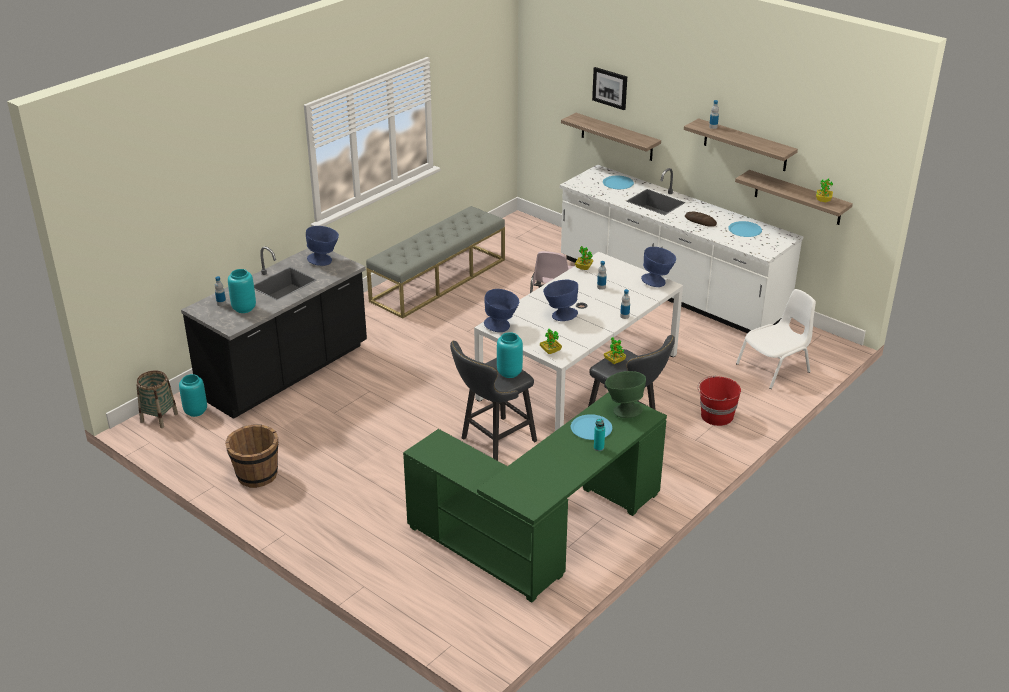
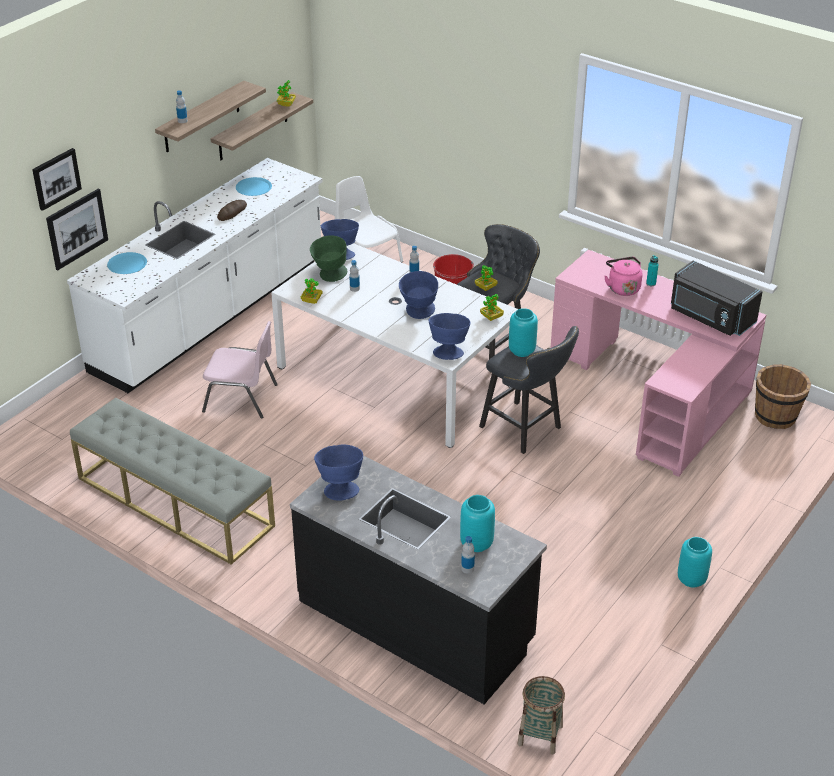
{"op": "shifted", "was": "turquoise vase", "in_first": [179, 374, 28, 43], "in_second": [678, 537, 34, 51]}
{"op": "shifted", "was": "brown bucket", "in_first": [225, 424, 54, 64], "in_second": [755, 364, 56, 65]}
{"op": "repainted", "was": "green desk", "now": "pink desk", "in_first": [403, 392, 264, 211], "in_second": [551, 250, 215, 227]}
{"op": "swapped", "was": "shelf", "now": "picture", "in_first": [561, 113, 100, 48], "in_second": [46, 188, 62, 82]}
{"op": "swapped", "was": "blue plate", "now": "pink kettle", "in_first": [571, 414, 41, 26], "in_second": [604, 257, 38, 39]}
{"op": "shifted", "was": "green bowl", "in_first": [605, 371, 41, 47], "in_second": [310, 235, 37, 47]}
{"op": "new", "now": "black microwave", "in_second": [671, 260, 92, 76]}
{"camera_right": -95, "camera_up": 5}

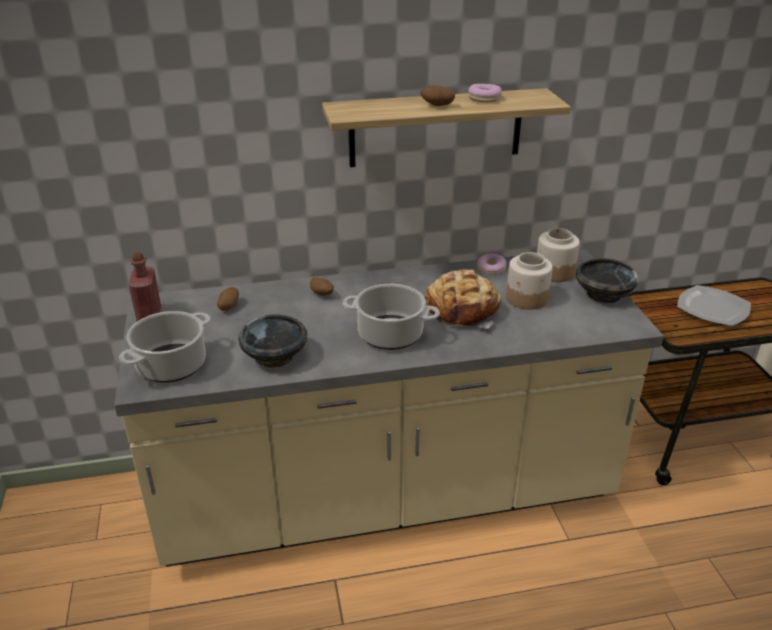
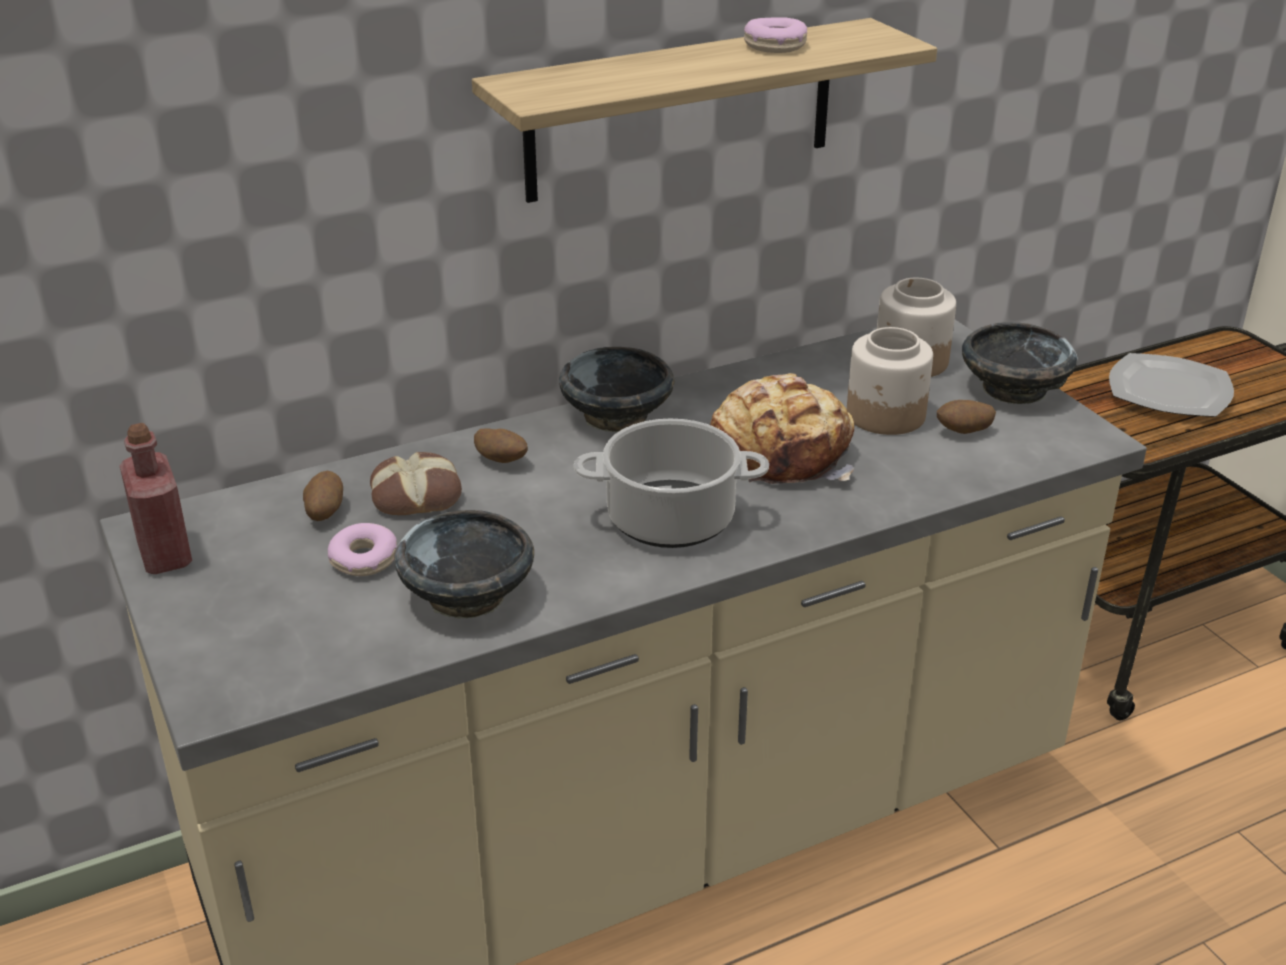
{"op": "gone", "was": "cooking pot", "in_first": [119, 311, 92, 72]}
{"op": "shifted", "was": "potato", "in_first": [421, 85, 34, 21], "in_second": [937, 400, 59, 34]}
{"op": "shifted", "was": "donut", "in_first": [477, 254, 30, 21], "in_second": [328, 523, 69, 53]}
{"op": "new", "now": "bread", "in_second": [370, 452, 92, 63]}
{"op": "new", "now": "black bowl", "in_second": [559, 347, 116, 85]}
{"camera_right": -15, "camera_up": 0}

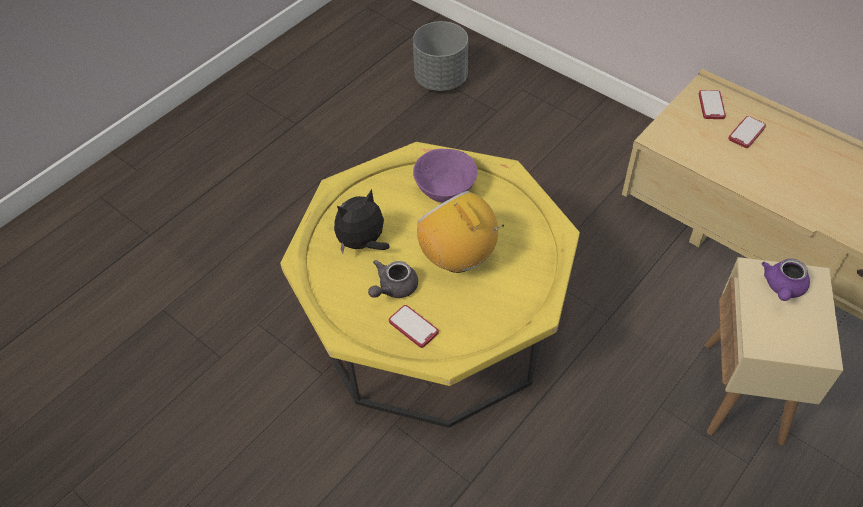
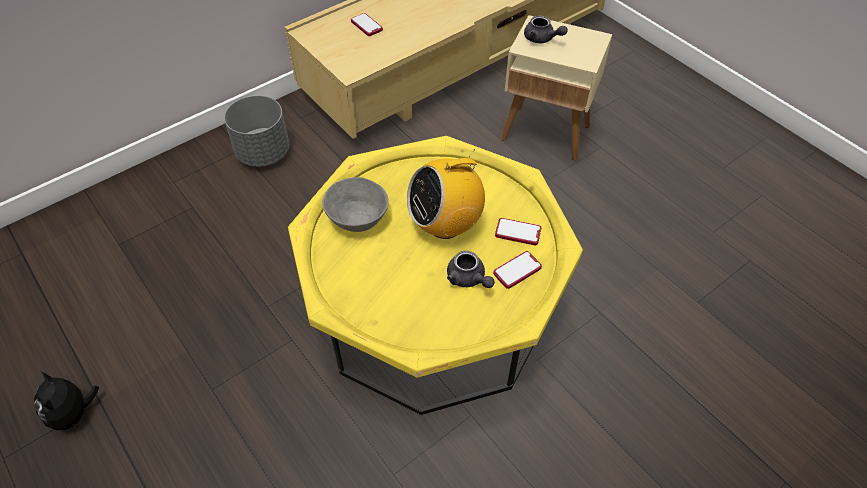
{"op": "shifted", "was": "plush toy", "in_first": [334, 189, 56, 64], "in_second": [34, 372, 65, 59]}
{"op": "shifted", "was": "grey planter", "in_first": [413, 21, 55, 70], "in_second": [224, 95, 65, 72]}
{"op": "repainted", "was": "purple bowl", "now": "grey bowl", "in_first": [413, 149, 65, 54], "in_second": [322, 177, 67, 55]}
{"op": "shifted", "was": "phone", "in_first": [699, 90, 27, 29], "in_second": [495, 218, 46, 28]}
{"op": "repainted", "was": "purple teapot", "now": "grey teapot", "in_first": [762, 258, 48, 43], "in_second": [524, 15, 44, 28]}
{"camera_right": -80, "camera_up": 0}

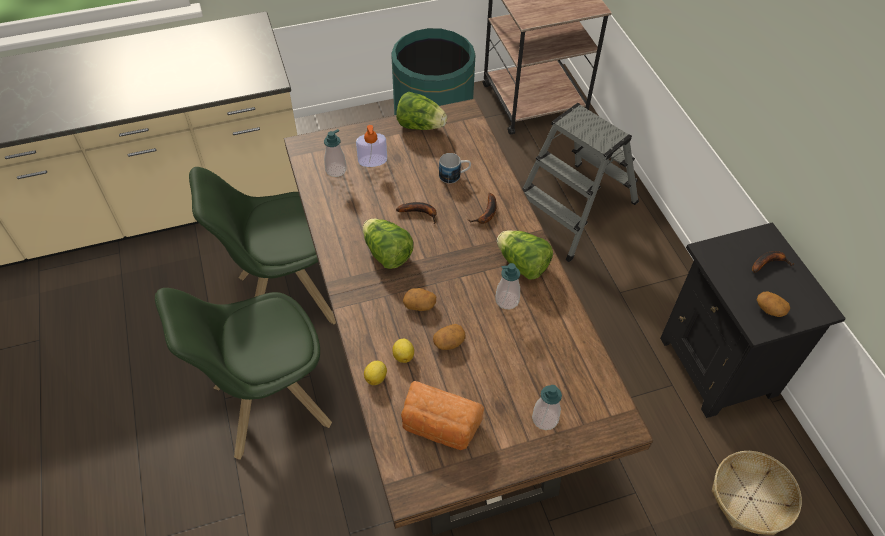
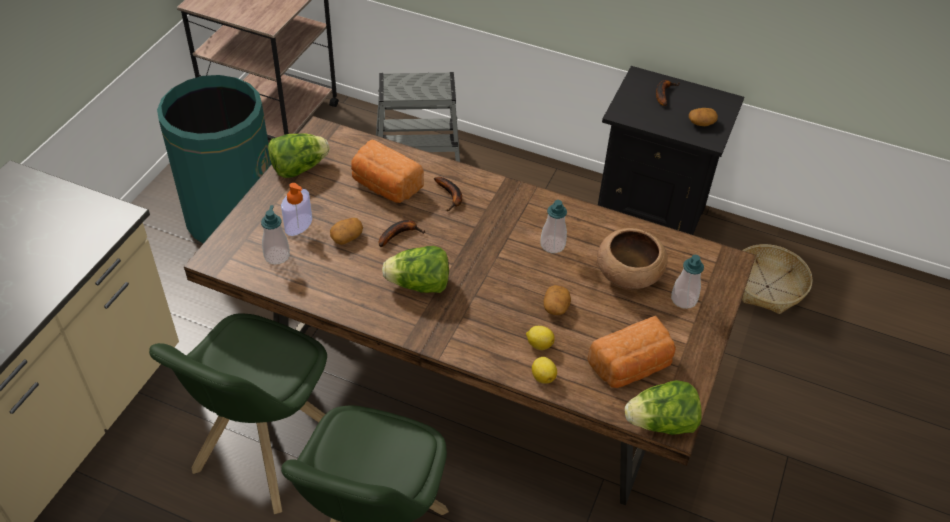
{"op": "shifted", "was": "potato", "in_first": [403, 288, 34, 23], "in_second": [330, 218, 33, 27]}
{"op": "swapped", "was": "mug", "now": "bread", "in_first": [439, 153, 32, 31], "in_second": [351, 139, 73, 64]}
{"op": "shifted", "was": "lettuce", "in_first": [497, 230, 56, 50], "in_second": [625, 380, 77, 55]}
{"op": "new", "now": "brown bowl", "in_second": [597, 228, 71, 62]}
{"camera_right": -50, "camera_up": -5}

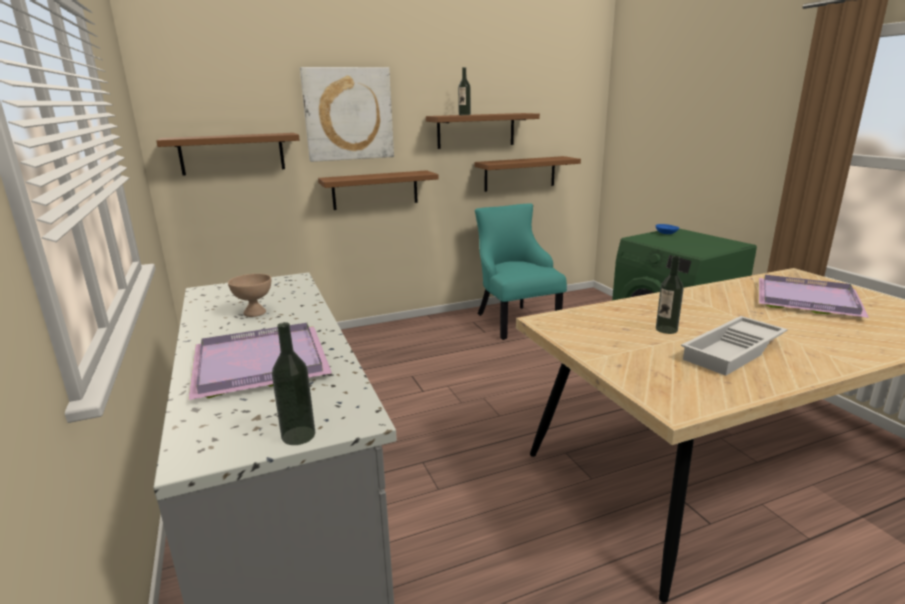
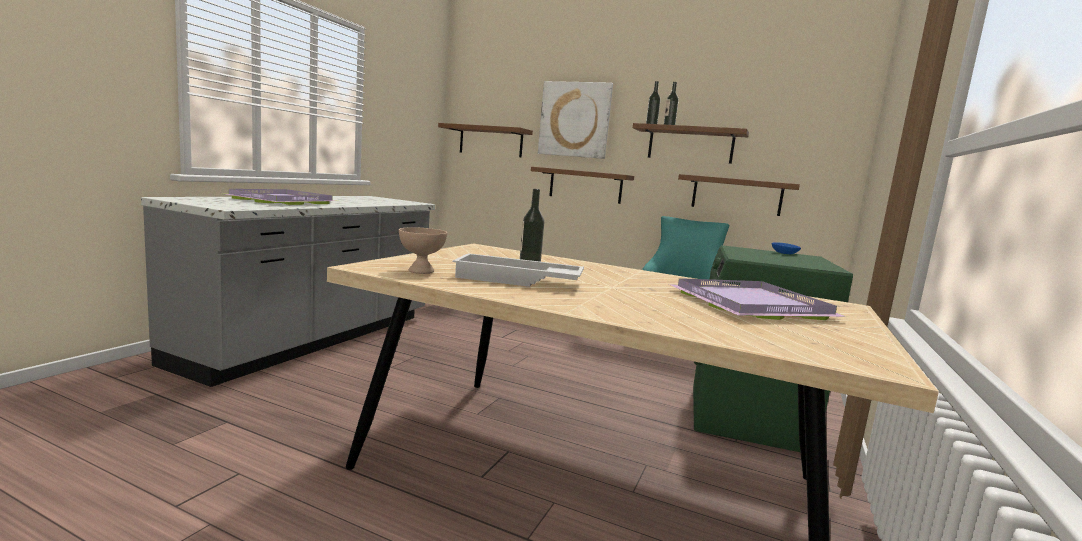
{"op": "shifted", "was": "beige bowl", "in_first": [228, 274, 43, 43], "in_second": [399, 227, 48, 47]}
{"op": "shifted", "was": "bottle", "in_first": [272, 322, 43, 123], "in_second": [646, 81, 15, 43]}
{"camera_right": 45, "camera_up": -10}

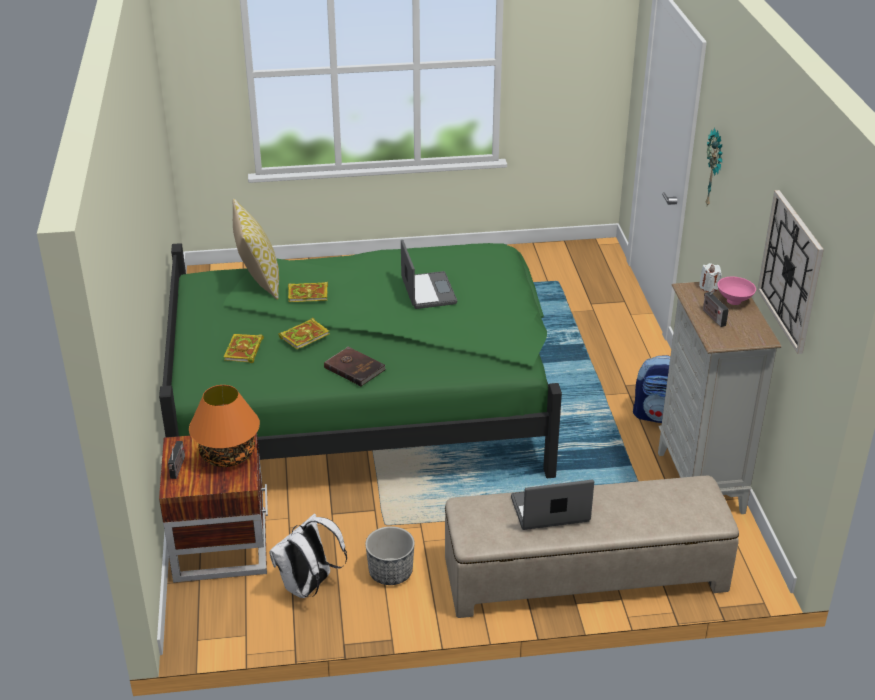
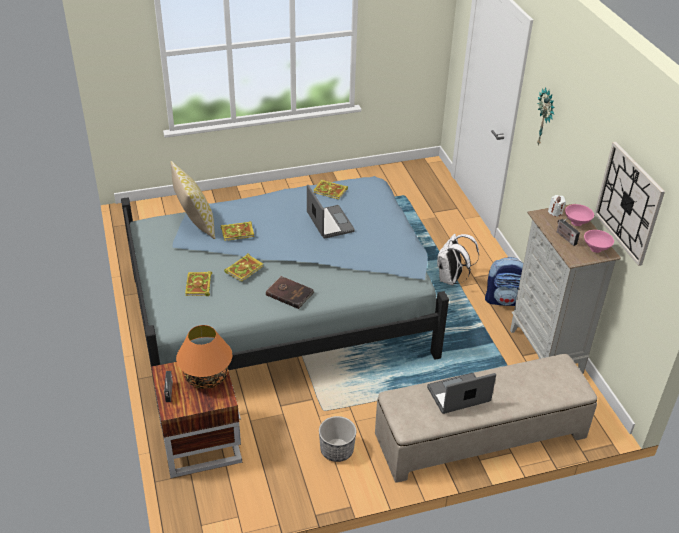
{"op": "repainted", "was": "green bed", "now": "blue bed", "in_first": [159, 243, 403, 235], "in_second": [121, 176, 328, 236]}
{"op": "shifted", "was": "white backpack", "in_first": [269, 513, 78, 85], "in_second": [437, 234, 42, 51]}
{"op": "new", "now": "book", "in_second": [314, 179, 34, 20]}
{"op": "new", "now": "pink bowl", "in_second": [584, 230, 30, 23]}
{"camera_right": -10, "camera_up": 5}

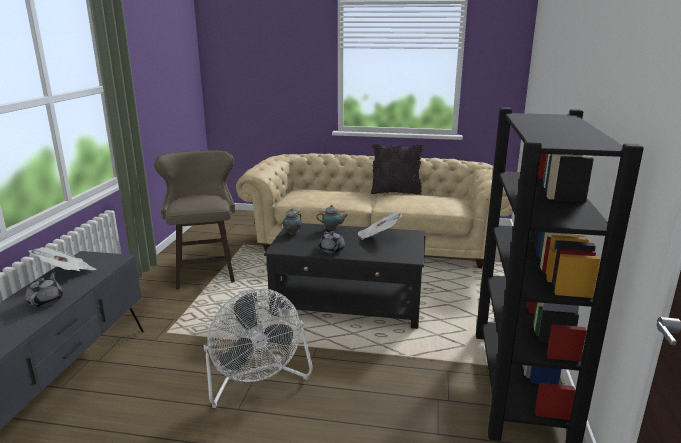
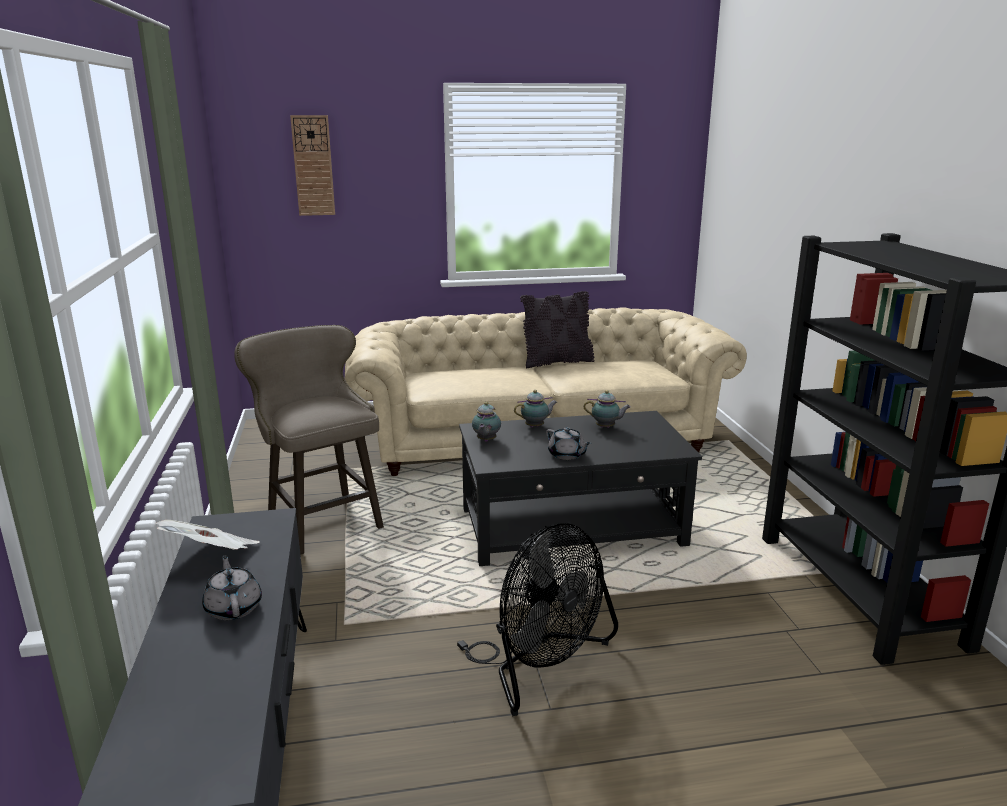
{"op": "repainted", "was": "white fan", "now": "black fan", "in_first": [204, 289, 109, 119], "in_second": [457, 523, 161, 193]}
{"op": "swapped", "was": "newspaper", "now": "teapot", "in_first": [358, 213, 44, 27], "in_second": [584, 390, 47, 38]}
{"op": "new", "now": "wall clock", "in_second": [290, 115, 45, 101]}
{"camera_right": -20, "camera_up": 0}

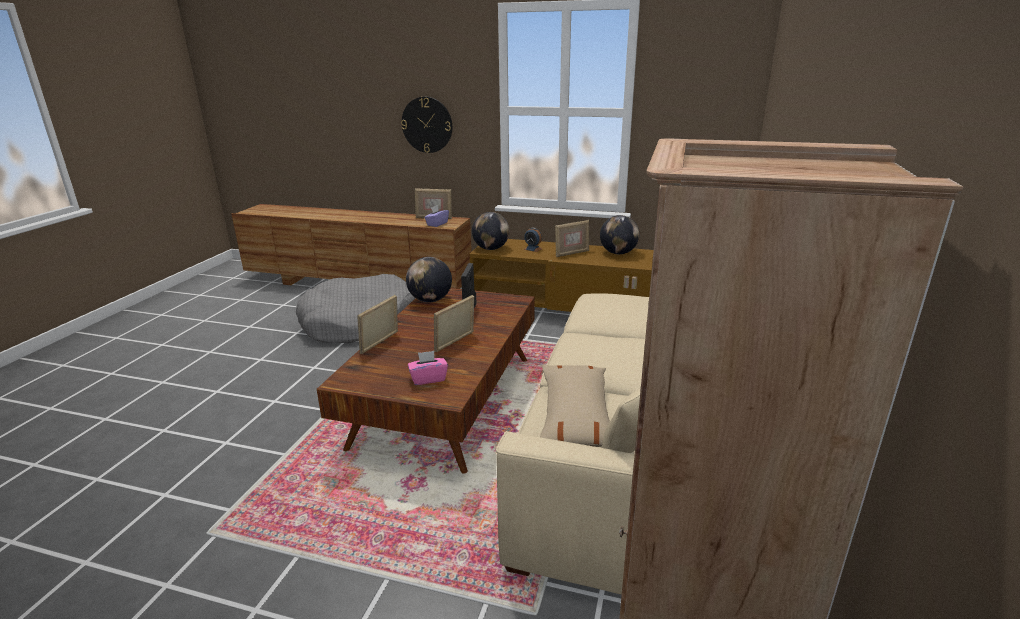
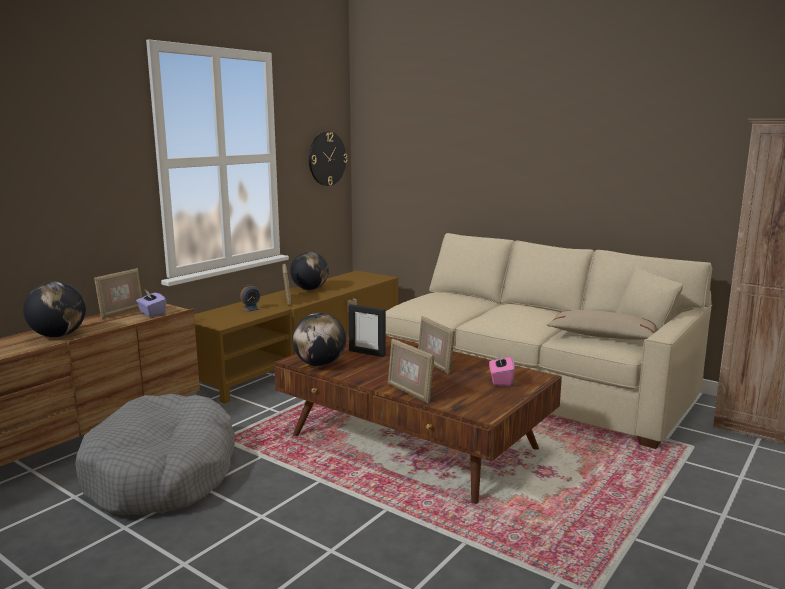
{"op": "shifted", "was": "wall clock", "in_first": [401, 97, 51, 56], "in_second": [309, 132, 38, 54]}
{"op": "shifted", "was": "globe", "in_first": [472, 212, 38, 38], "in_second": [23, 281, 63, 56]}
{"camera_right": -70, "camera_up": -10}

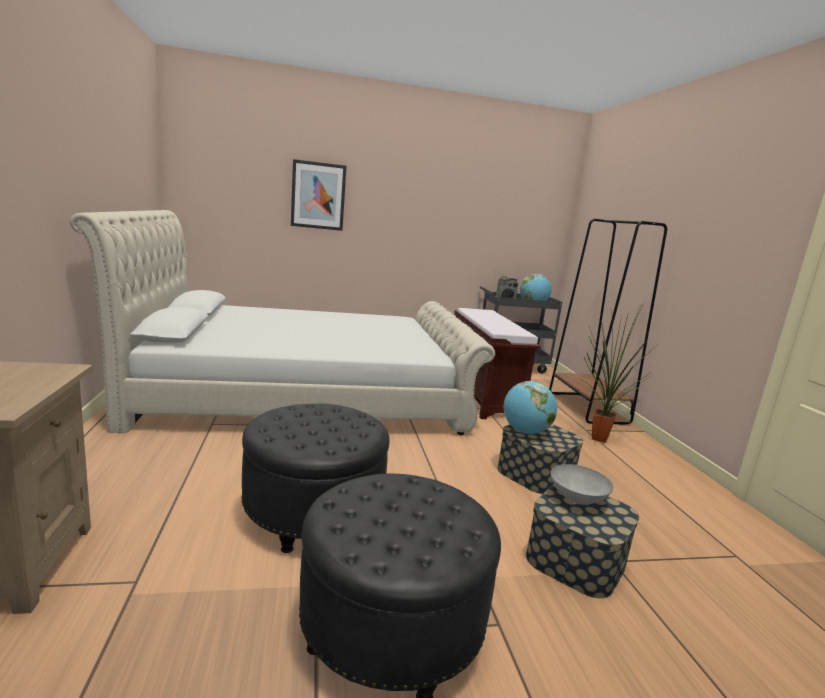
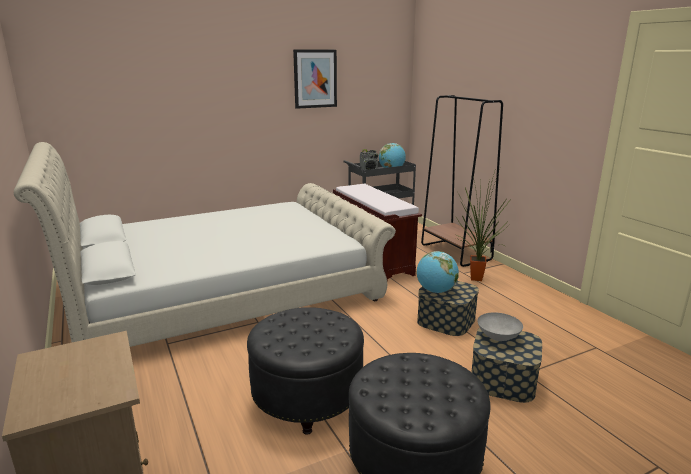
{"op": "shifted", "was": "picture", "in_first": [291, 159, 55, 72], "in_second": [293, 49, 44, 60]}
{"camera_right": -15, "camera_up": 5}

